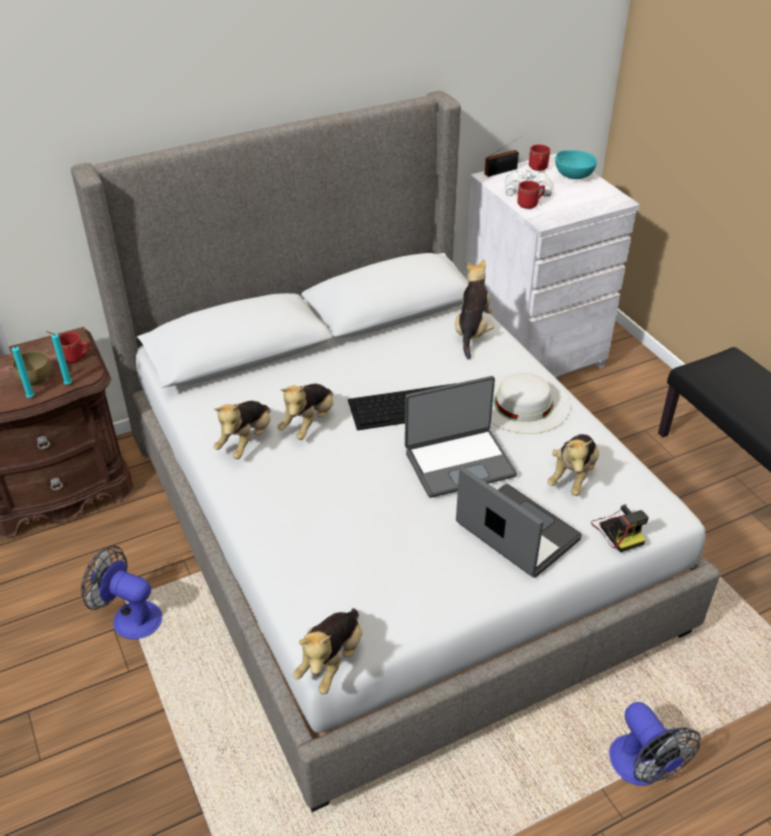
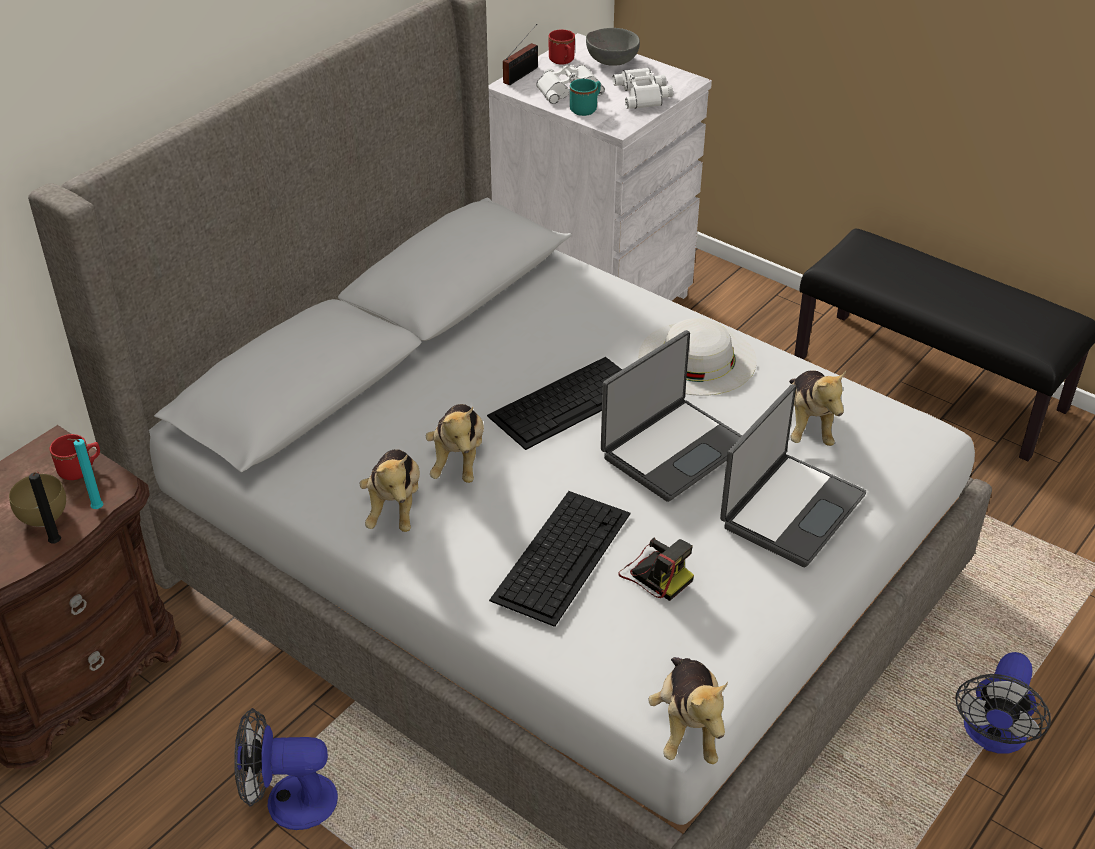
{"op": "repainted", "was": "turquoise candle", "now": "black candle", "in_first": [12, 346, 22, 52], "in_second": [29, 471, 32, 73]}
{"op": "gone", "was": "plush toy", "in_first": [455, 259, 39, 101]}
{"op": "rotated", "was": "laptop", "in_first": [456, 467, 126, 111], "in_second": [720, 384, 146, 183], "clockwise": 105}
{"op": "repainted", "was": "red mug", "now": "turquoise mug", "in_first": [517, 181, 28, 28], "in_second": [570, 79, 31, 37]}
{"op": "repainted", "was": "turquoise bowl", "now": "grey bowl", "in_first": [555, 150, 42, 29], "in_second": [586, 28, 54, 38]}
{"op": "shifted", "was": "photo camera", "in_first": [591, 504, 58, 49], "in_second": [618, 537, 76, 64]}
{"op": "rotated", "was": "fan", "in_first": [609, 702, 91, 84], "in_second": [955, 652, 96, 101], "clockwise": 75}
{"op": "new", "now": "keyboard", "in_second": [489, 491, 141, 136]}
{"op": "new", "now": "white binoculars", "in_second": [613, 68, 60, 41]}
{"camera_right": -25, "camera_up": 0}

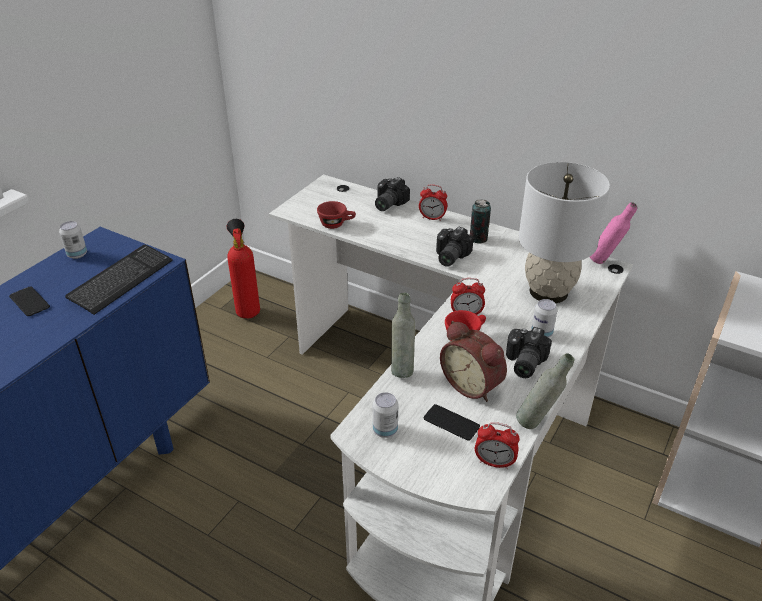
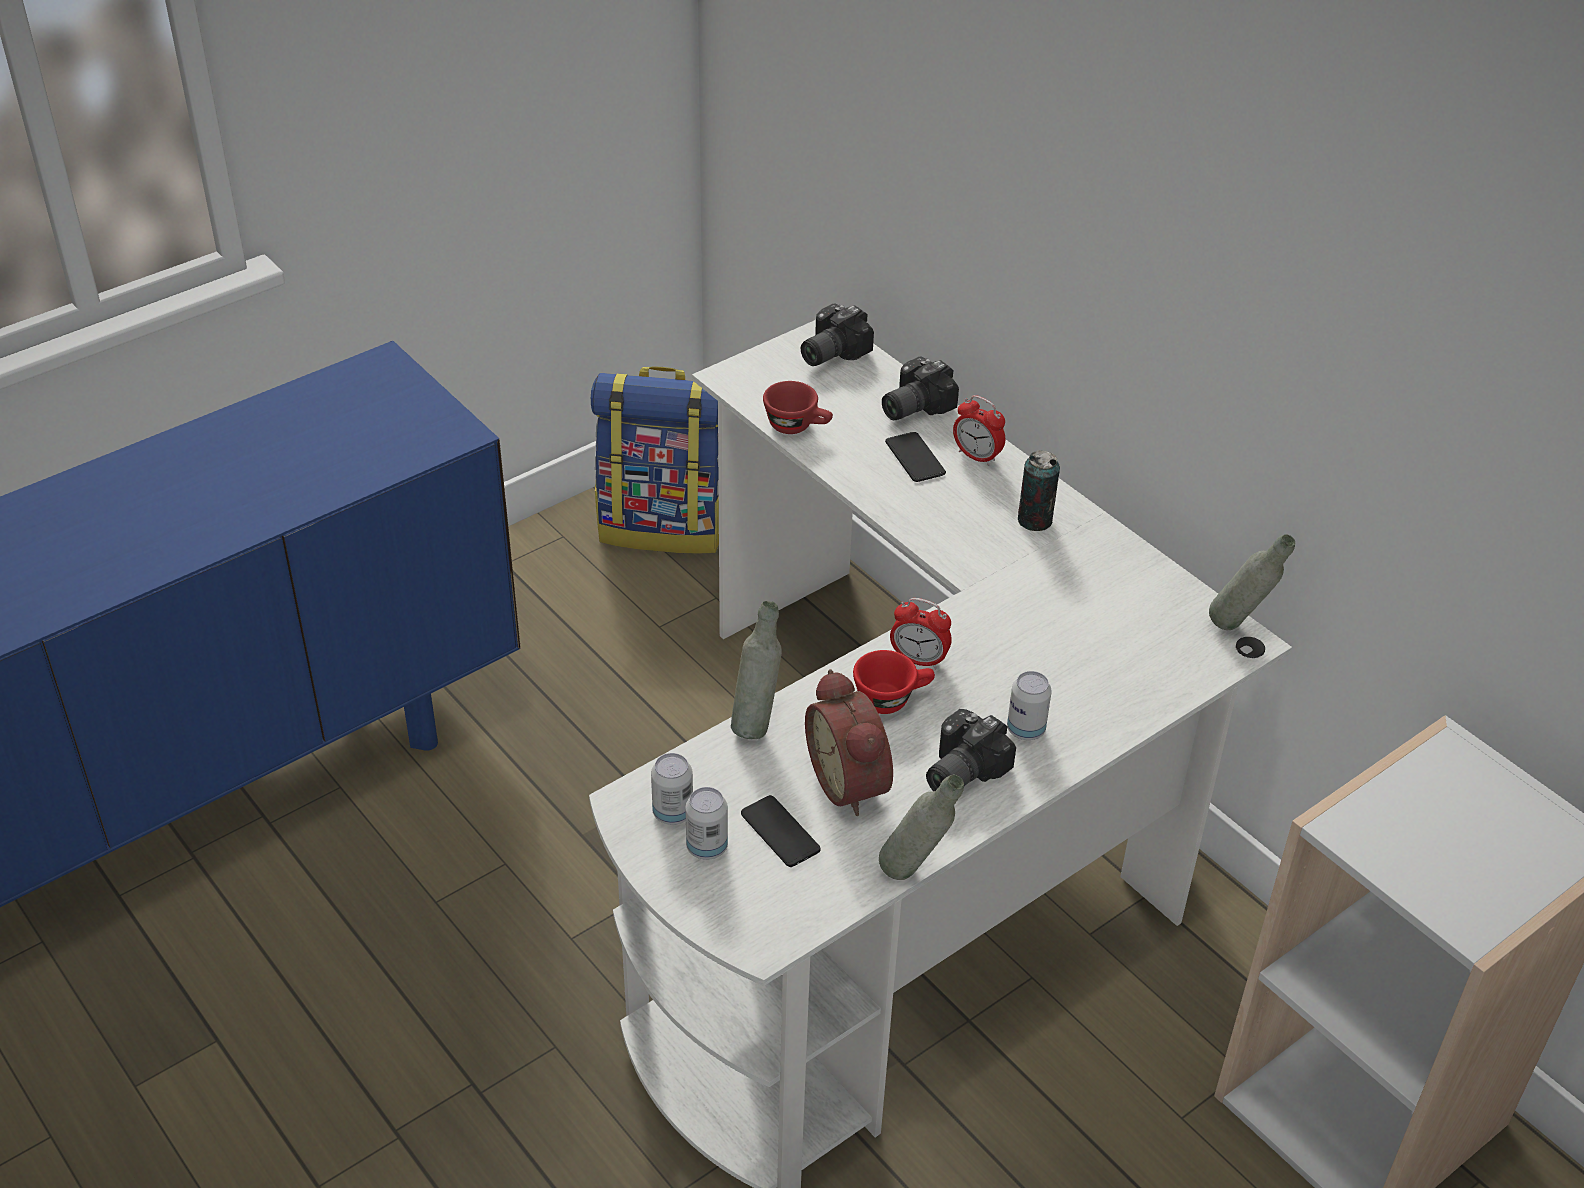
{"op": "shifted", "was": "phone", "in_first": [9, 287, 41, 29], "in_second": [885, 432, 61, 50]}
{"op": "shifted", "was": "can", "in_first": [59, 221, 28, 38], "in_second": [685, 787, 43, 73]}
{"op": "gone", "was": "keyboard", "in_first": [65, 245, 108, 70]}
{"op": "swapped", "was": "fire extinguisher", "now": "backpack", "in_first": [227, 219, 33, 100], "in_second": [591, 366, 128, 188]}
{"op": "shifted", "was": "photo camera", "in_first": [436, 227, 37, 40], "in_second": [801, 303, 73, 63]}
{"op": "gone", "was": "alarm clock", "in_first": [475, 422, 45, 47]}
{"op": "gone", "was": "white table lamp", "in_first": [519, 162, 91, 141]}
{"op": "repainted", "was": "pink bottle", "now": "grey bottle", "in_first": [590, 202, 48, 62], "in_second": [1209, 534, 86, 96]}
{"camera_right": 20, "camera_up": 5}

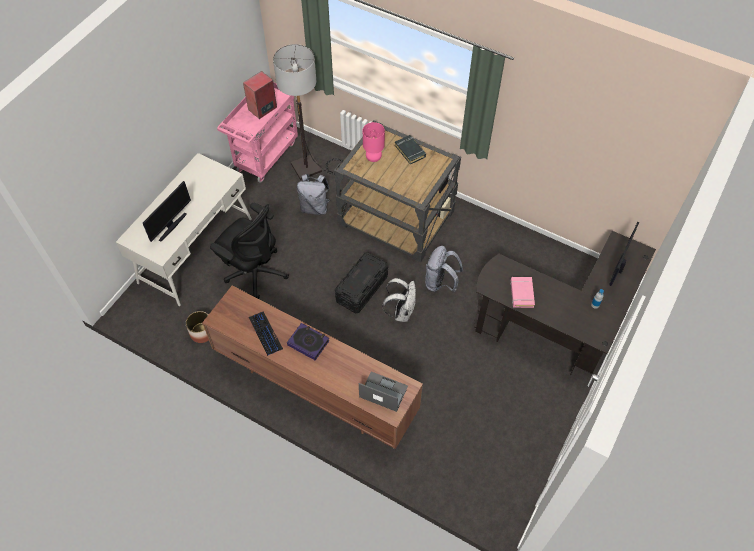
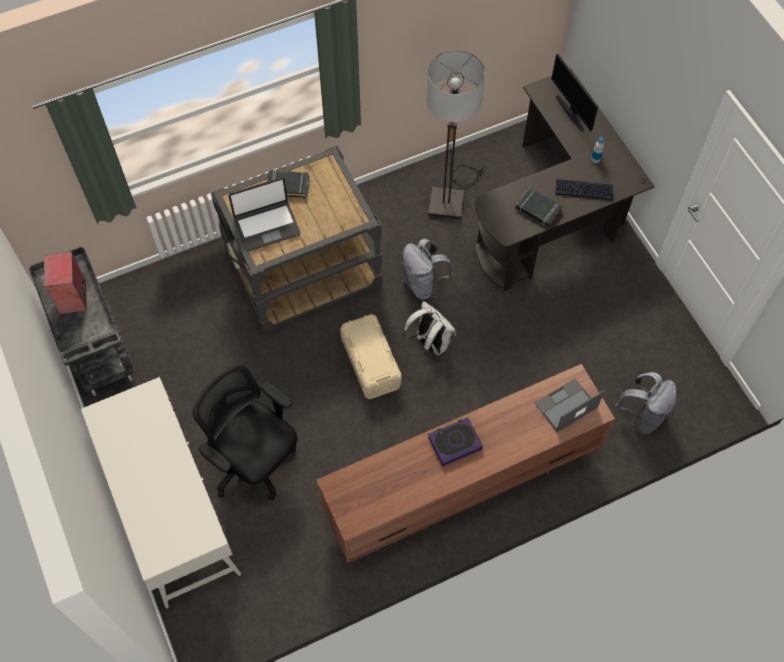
{"op": "gone", "was": "monitor", "in_first": [143, 181, 48, 61]}
{"op": "gone", "was": "planter", "in_first": [186, 311, 23, 32]}
{"op": "rotated", "was": "black office chair", "in_first": [210, 202, 79, 97], "in_second": [193, 364, 104, 136], "clockwise": -120}
{"op": "repainted", "was": "pink cart", "now": "black cart", "in_first": [217, 82, 81, 101], "in_second": [29, 247, 106, 149]}
{"op": "shifted", "was": "keyboard", "in_first": [249, 312, 34, 44], "in_second": [555, 179, 58, 21]}
{"op": "shifted", "was": "floor lamp", "in_first": [273, 44, 70, 136], "in_second": [427, 50, 58, 169]}
{"op": "shifted", "was": "grey backpack", "in_first": [297, 174, 33, 41], "in_second": [615, 372, 62, 62]}
{"op": "repainted", "was": "black storage box", "now": "beige storage box", "in_first": [335, 252, 53, 62], "in_second": [340, 314, 61, 85]}
{"op": "swapped", "was": "pink table lamp", "now": "laptop", "in_first": [363, 122, 22, 40], "in_second": [229, 177, 71, 74]}
{"op": "repainted", "was": "pink book", "now": "black book", "in_first": [511, 277, 24, 31], "in_second": [515, 187, 48, 40]}
{"camera_right": -55, "camera_up": 5}

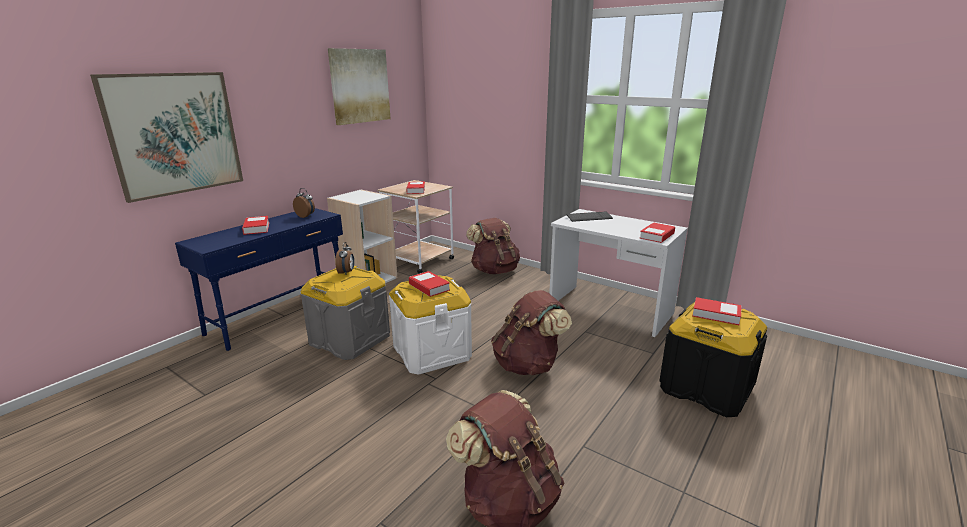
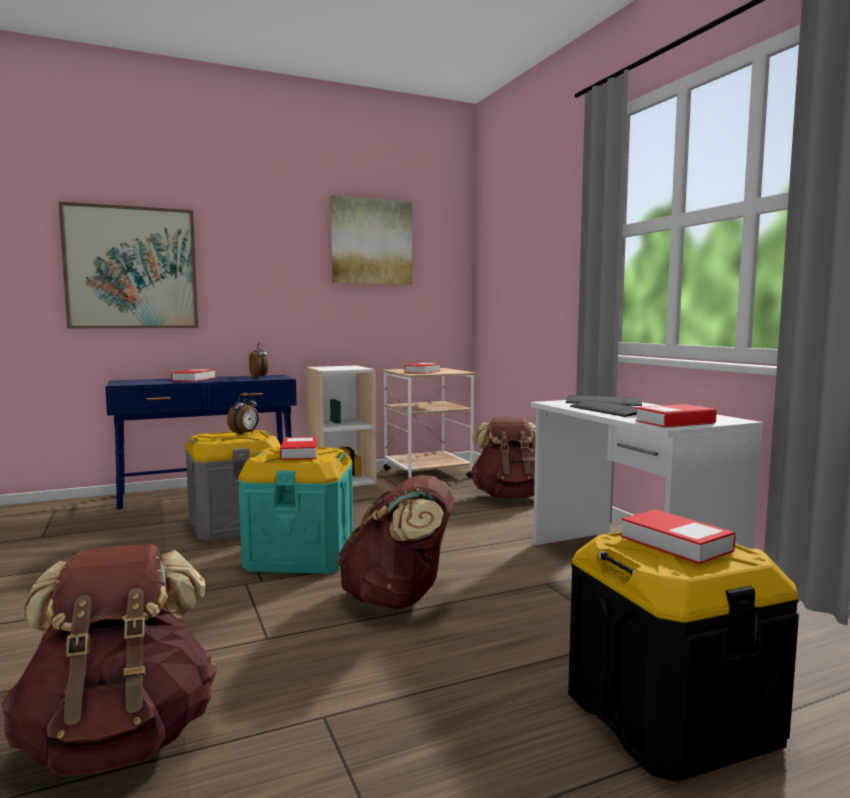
{"op": "repainted", "was": "white storage box", "now": "turquoise storage box", "in_first": [389, 275, 83, 100], "in_second": [238, 447, 115, 127]}
{"op": "new", "now": "keyboard", "in_second": [570, 400, 67, 17]}
{"camera_right": 30, "camera_up": -15}

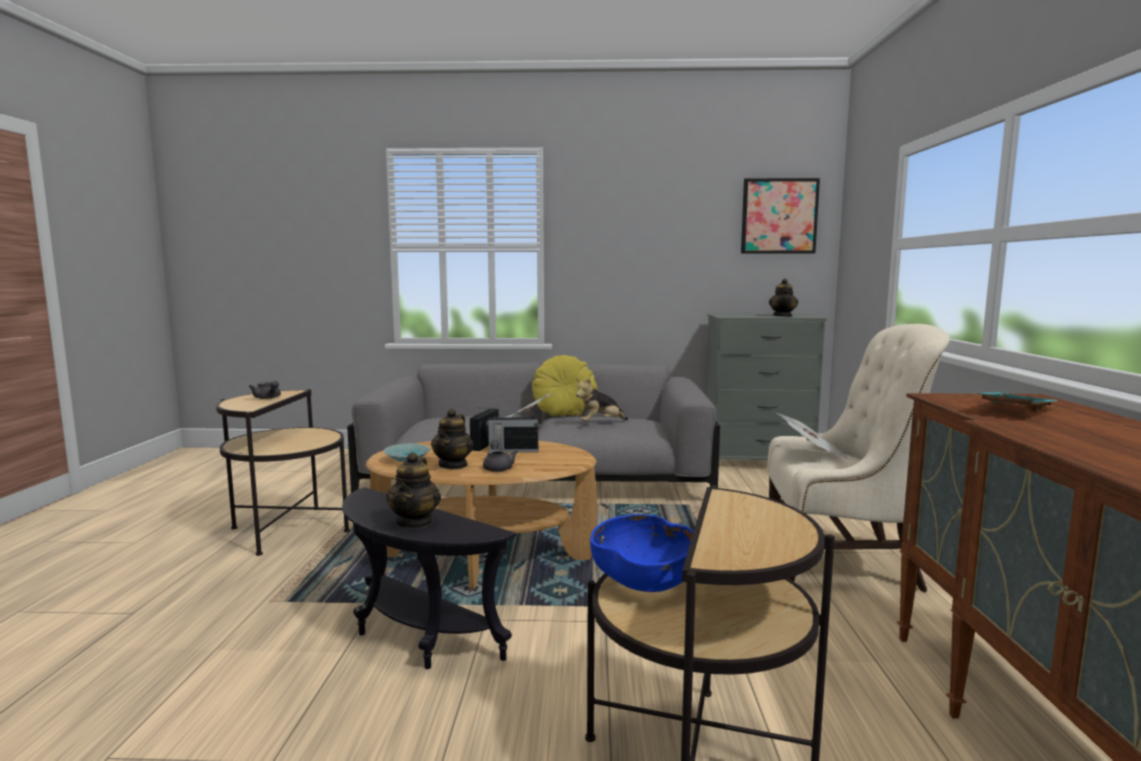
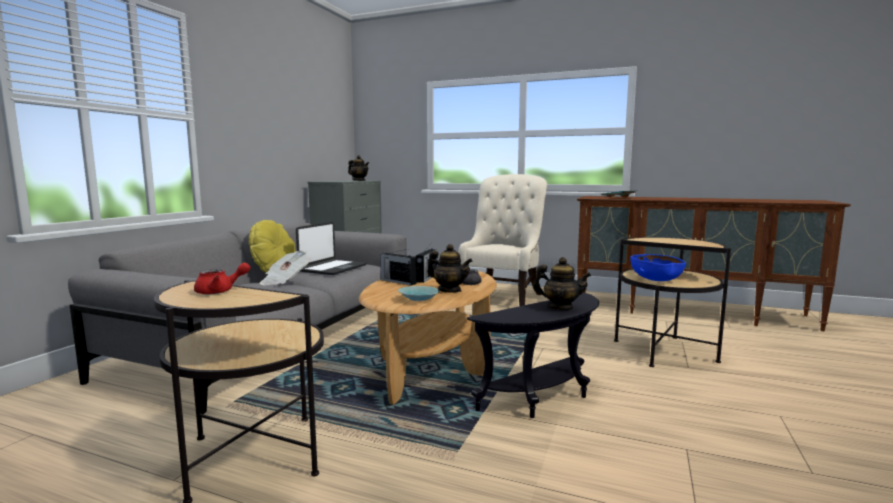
{"op": "repainted", "was": "grey teapot", "now": "red teapot", "in_first": [249, 381, 32, 18], "in_second": [194, 262, 56, 33]}
{"op": "swapped", "was": "plush toy", "now": "laptop", "in_first": [576, 378, 52, 43], "in_second": [296, 222, 70, 53]}
{"op": "gone", "was": "picture", "in_first": [741, 178, 79, 76]}
{"op": "gone", "was": "newspaper", "in_first": [777, 413, 75, 47]}
{"camera_right": -70, "camera_up": 0}

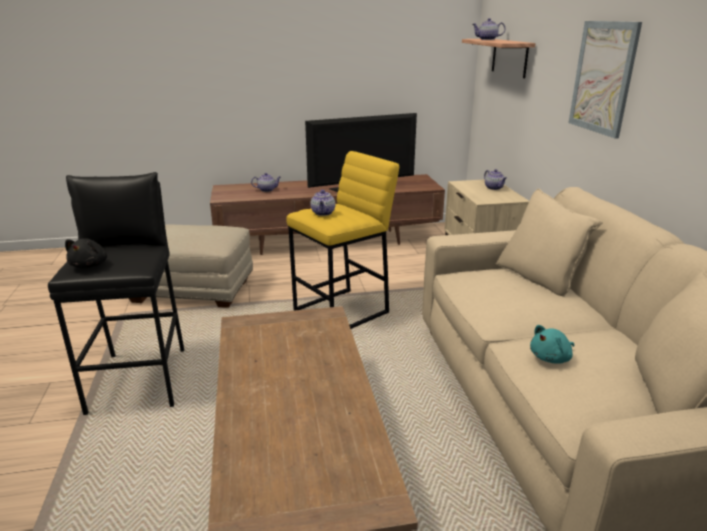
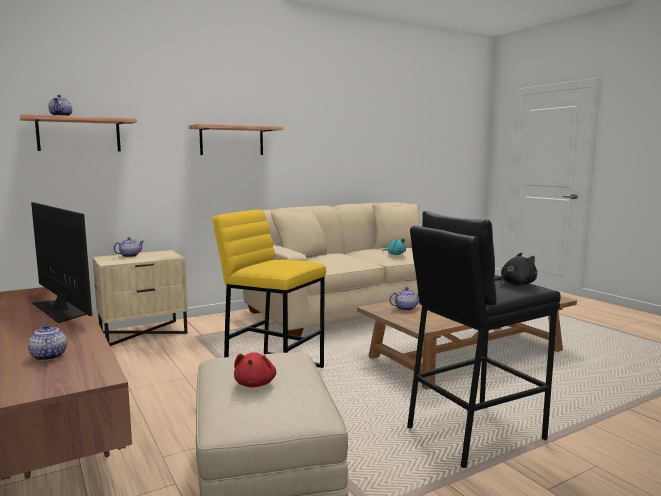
{"op": "shifted", "was": "teapot", "in_first": [310, 190, 25, 26], "in_second": [389, 287, 30, 24]}
{"op": "swapped", "was": "picture", "now": "shelf", "in_first": [568, 21, 74, 118], "in_second": [189, 124, 94, 31]}
{"op": "new", "now": "red plush toy", "in_second": [234, 352, 42, 35]}
{"camera_right": -110, "camera_up": -15}

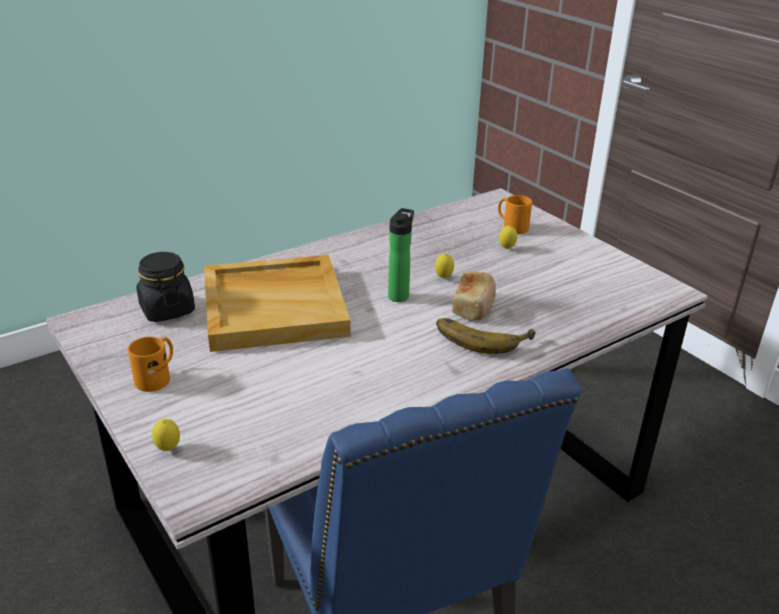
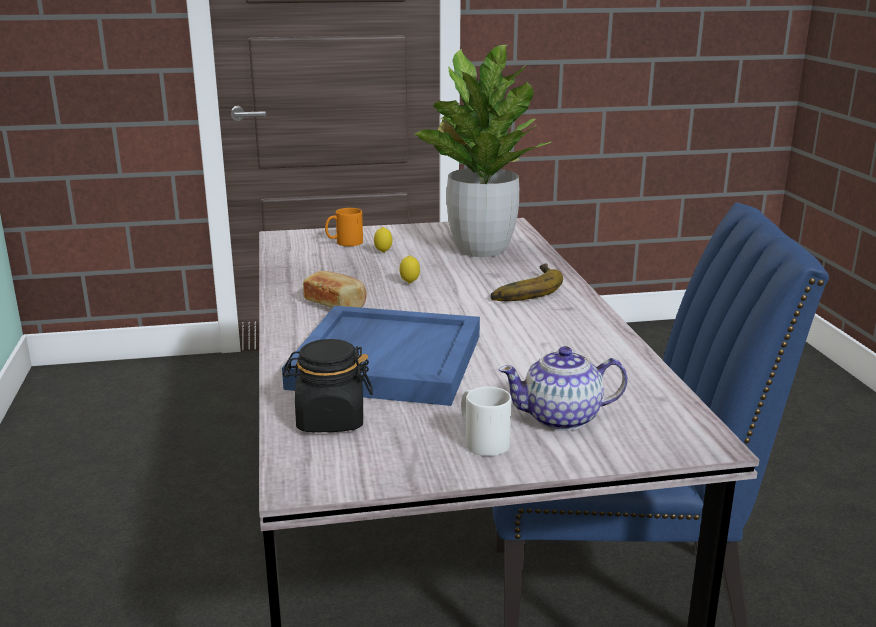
{"op": "repainted", "was": "orange mug", "now": "white mug", "in_first": [128, 337, 45, 55], "in_second": [461, 387, 50, 69]}
{"op": "gone", "was": "lemon", "in_first": [152, 419, 28, 32]}
{"op": "repainted", "was": "beige tray", "now": "blue tray", "in_first": [204, 255, 147, 97], "in_second": [282, 306, 198, 100]}
{"op": "gone", "was": "bottle", "in_first": [388, 208, 26, 94]}
{"op": "shifted", "was": "bread", "in_first": [452, 272, 44, 49], "in_second": [303, 271, 64, 37]}
{"op": "new", "now": "potted plant", "in_second": [414, 45, 137, 212]}
{"op": "new", "now": "teapot", "in_second": [498, 346, 130, 85]}
{"camera_right": -65, "camera_up": -10}

